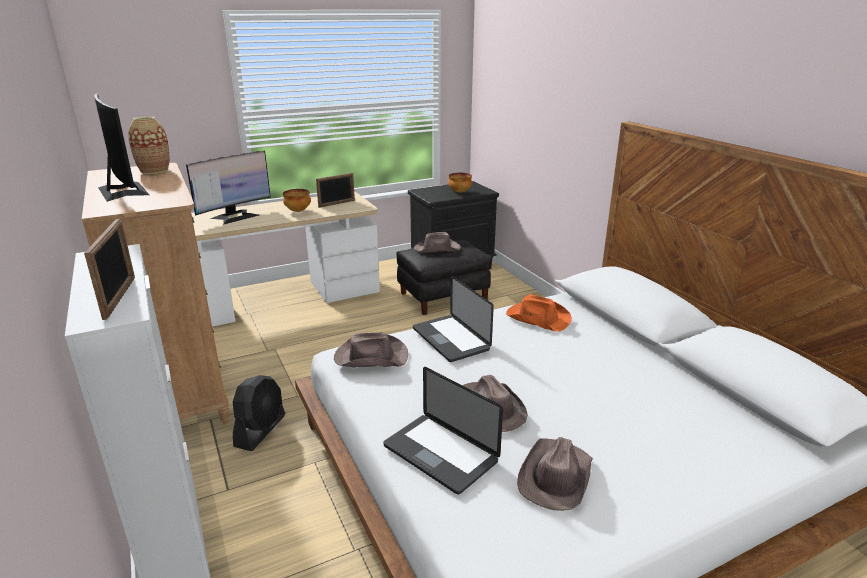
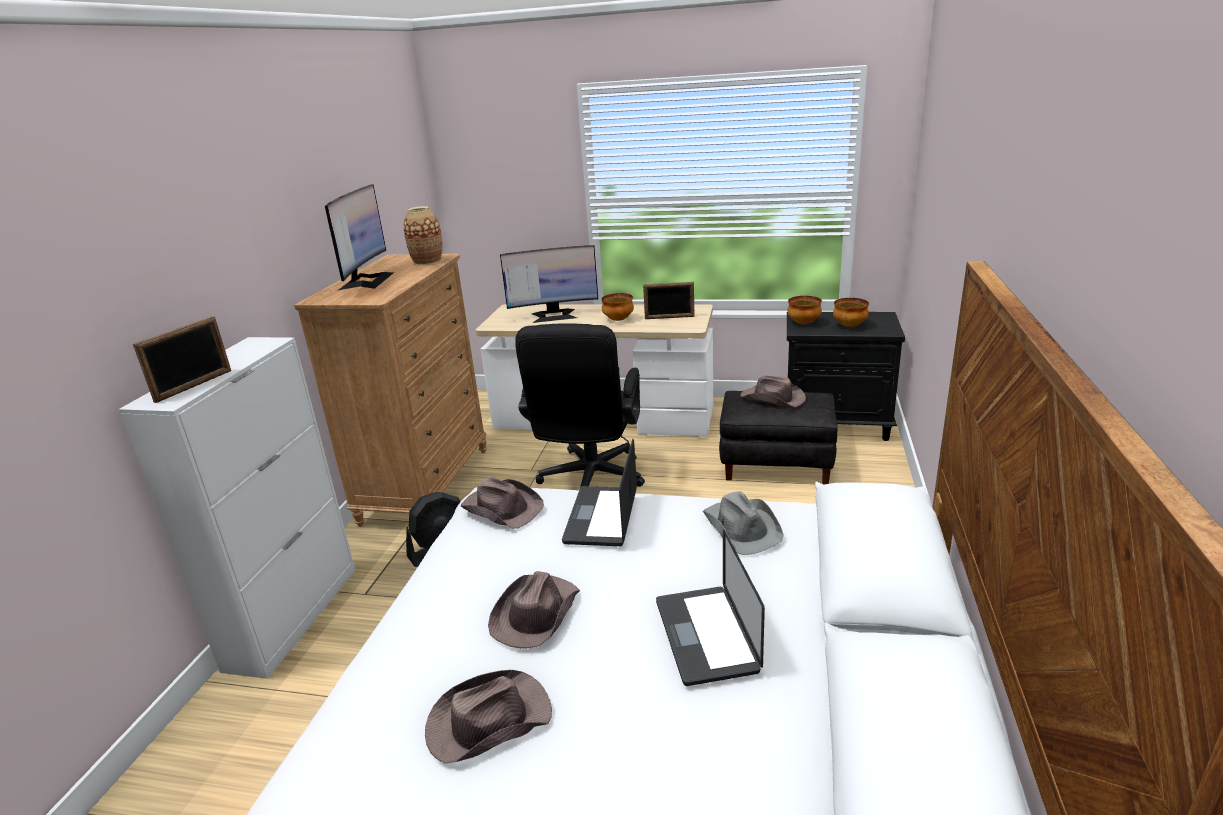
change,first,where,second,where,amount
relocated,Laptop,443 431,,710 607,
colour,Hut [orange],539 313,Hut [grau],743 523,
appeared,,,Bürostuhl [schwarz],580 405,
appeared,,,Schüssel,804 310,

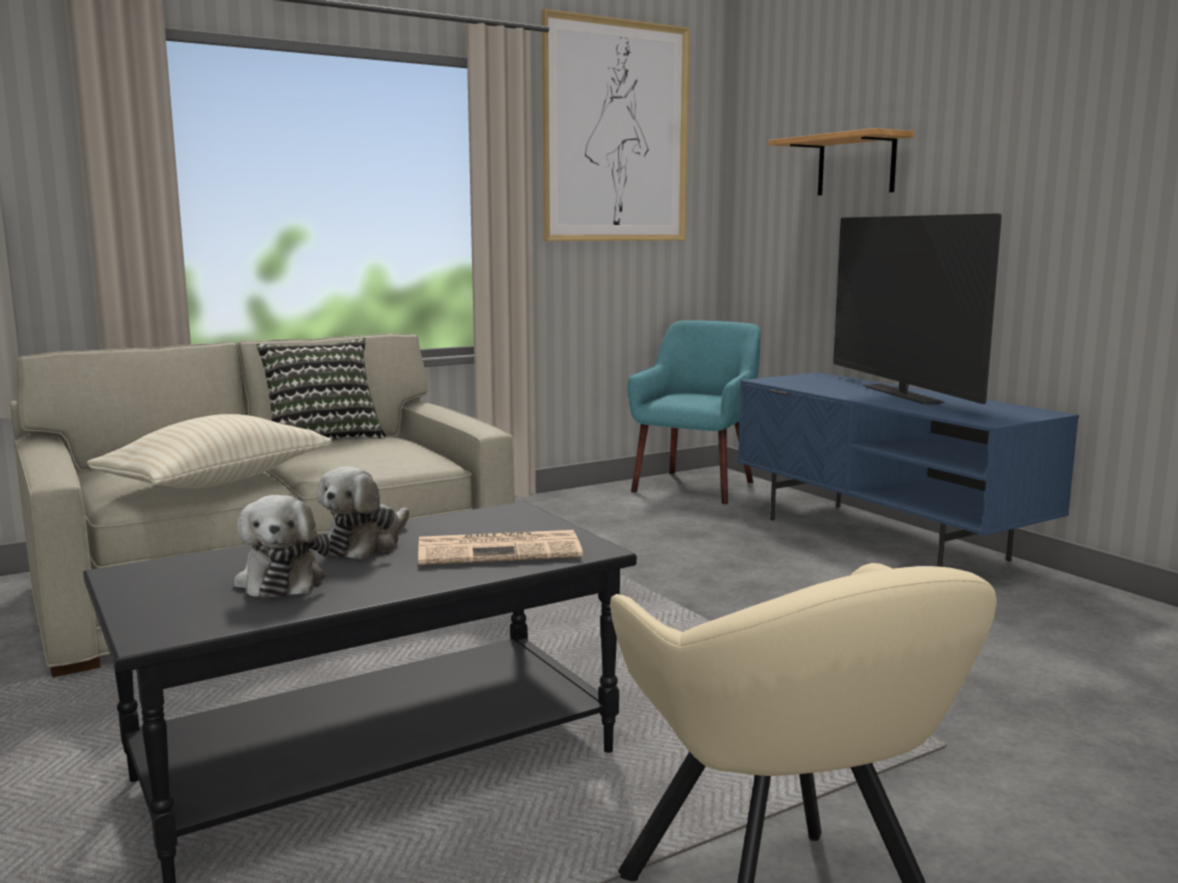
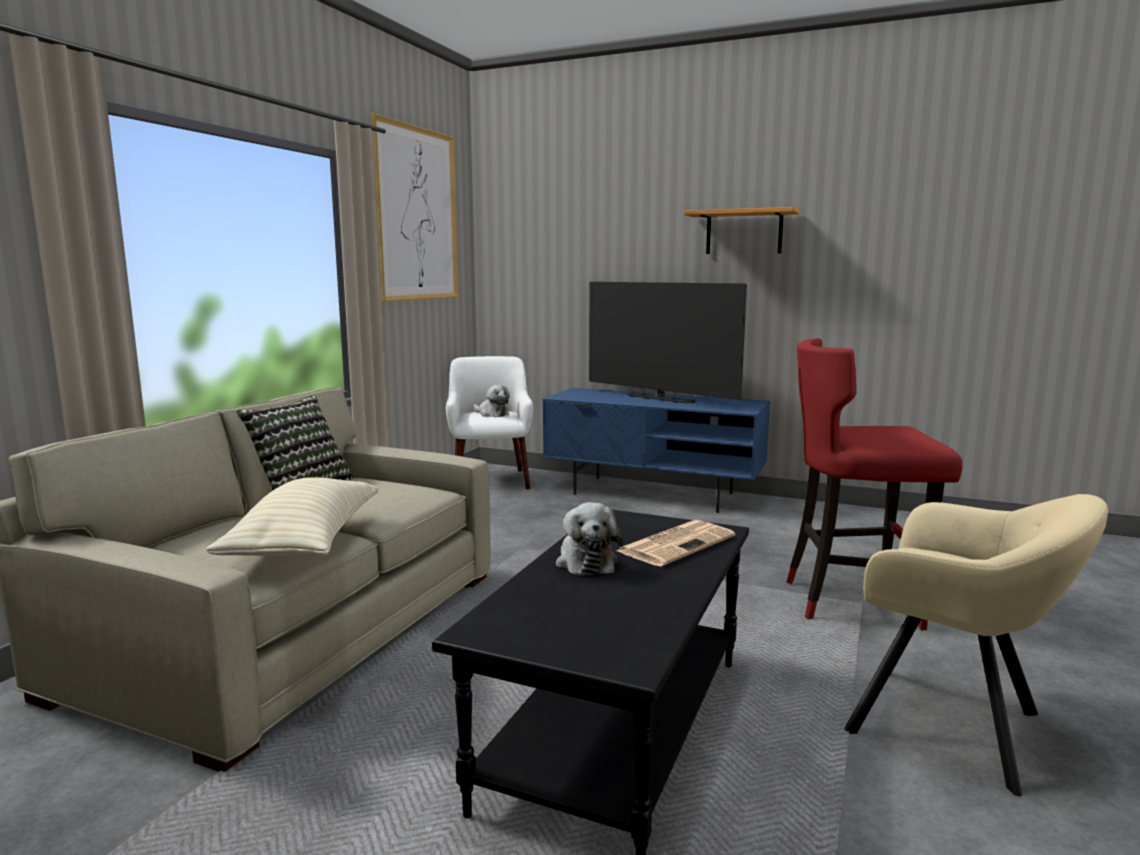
change,first,where,second,where,amount
relocated,Plüschtier,282 546,,491 401,
colour,Sessel [türkis],694 412,Sessel [weiß],489 422,
relocated,Wandregal,841 161,,741 230,
appeared,,,Hocker [rot],874 484,

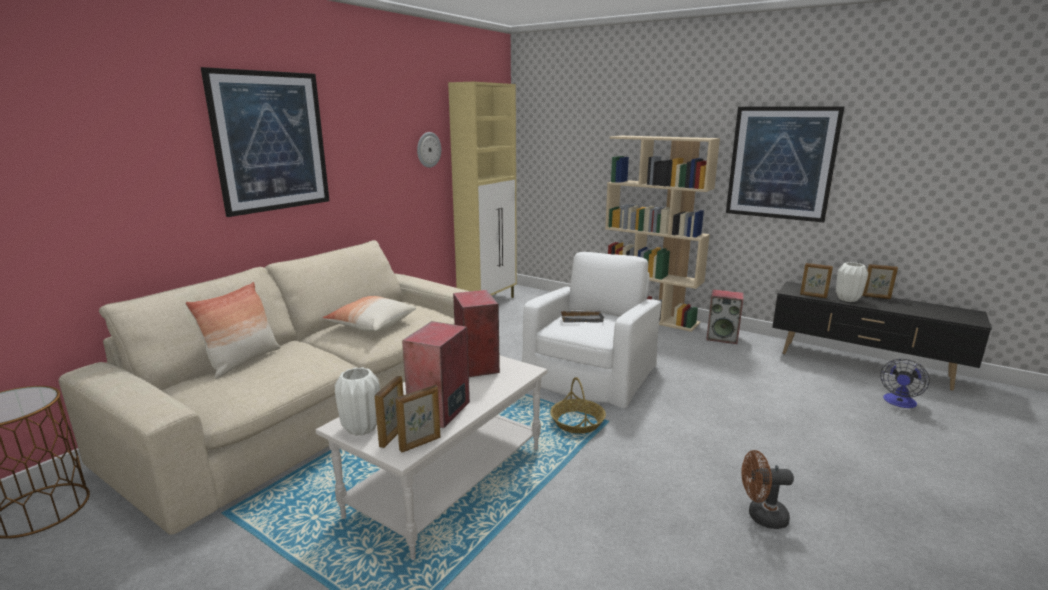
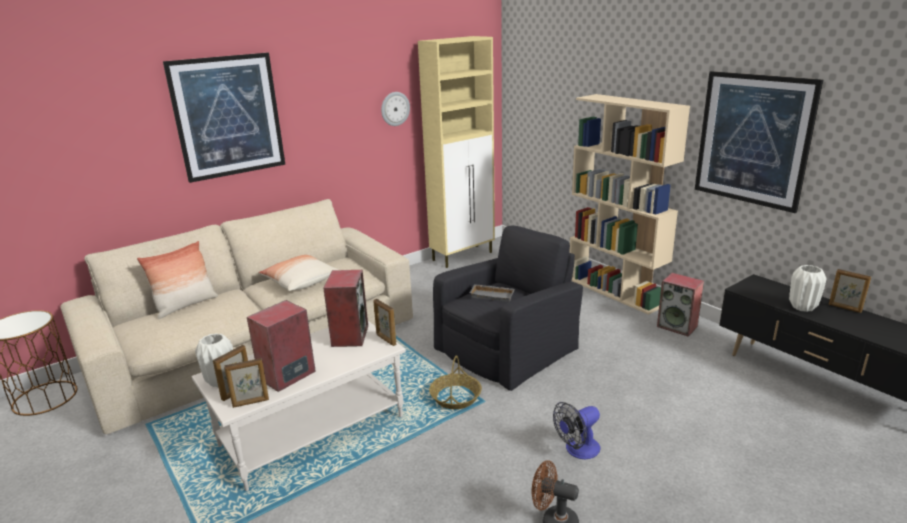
change,first,where,second,where,amount
colour,Sessel [weiß],591 330,Sessel [schwarz],508 308,
relocated,Bilderrahmen,816 280,,384 322,
relocated,Ventilator,905 383,,576 430,

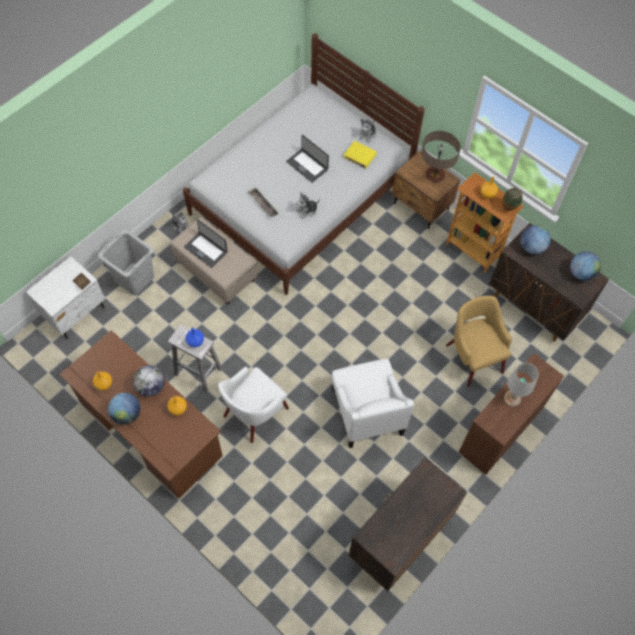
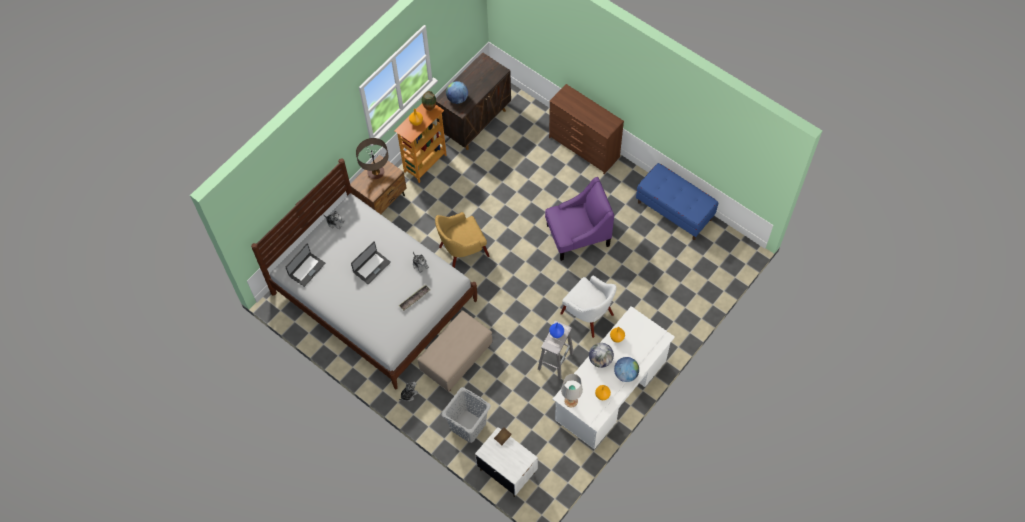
change,first,where,second,where,amount
colour,Schreibtisch [braun],141 414,Schreibtisch [weiß],614 377,
relocated,Laptop,206 243,,305 265,
colour,Sessel [weiß],372 403,Sessel [lila],579 219,
missing,Buch [gelb],360 155,,,
exchanged,Schrank [braun],408 524,Bank [blau],677 201,
relocated,Sessel [gelb],479 341,,462 240,
relocated,Tischlampe [weiß],521 384,,572 390,
missing,Globus,585 266,,,

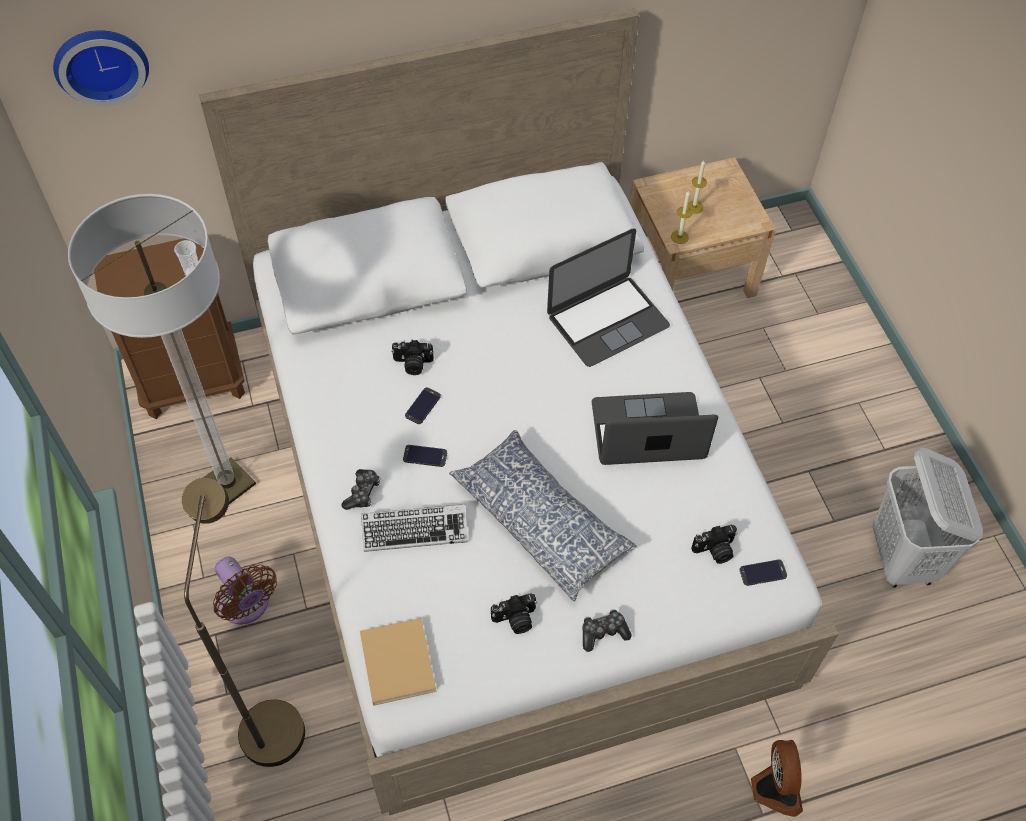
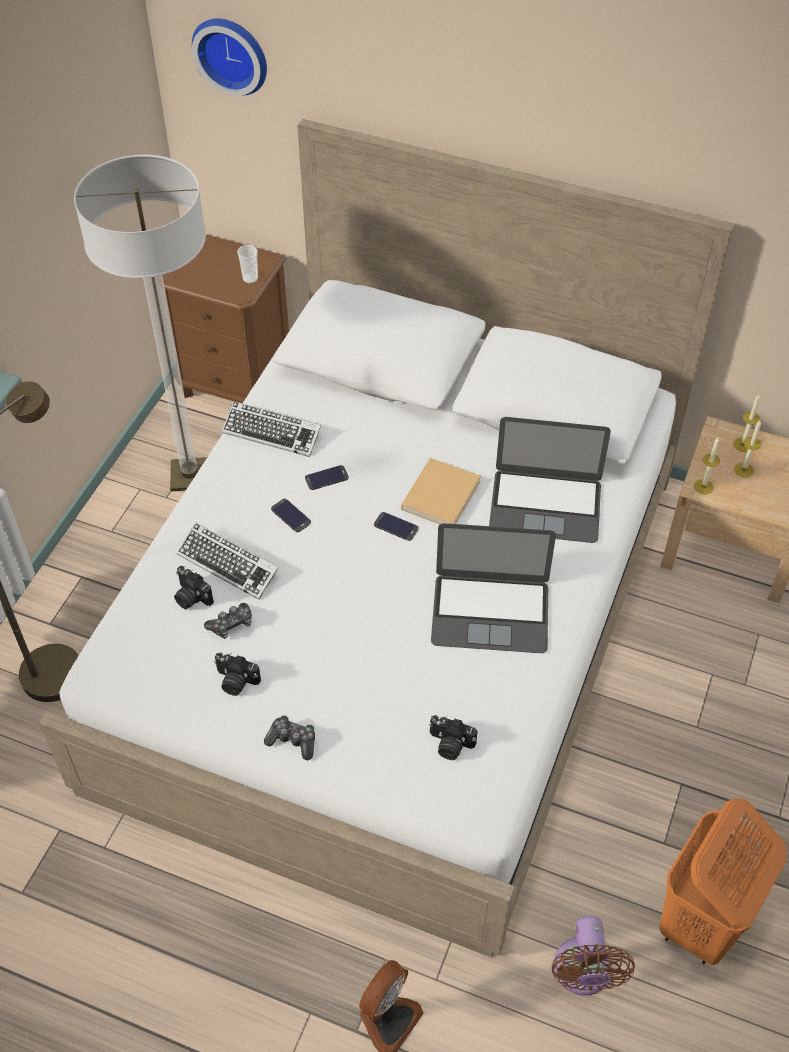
change,first,where,second,where,amount
relocated,Ventilator [braun],245 591,,593 955,
relocated,Gamepad,360 489,,228 621,
relocated,Buch [beige],398 662,,441 491,
relocated,Kamera,412 357,,194 588,
missing,Kissen,543 515,,,
spun,Laptop,655 428,,493 588,150 degrees clockwise
relocated,Handy,763 573,,396 526,
colour,Wäschekorb [weiß],927 518,Wäschekorb [orange],723 881,
appeared,,,Tastatur,271 429,
appeared,,,Kerze,746 423,

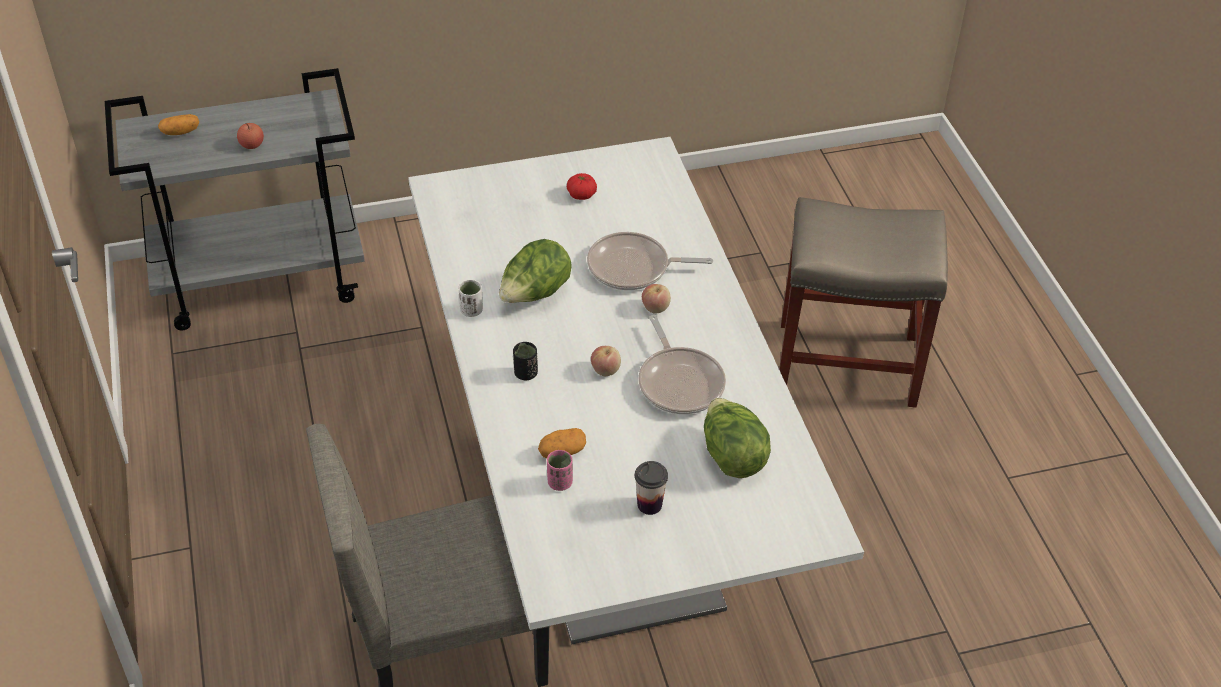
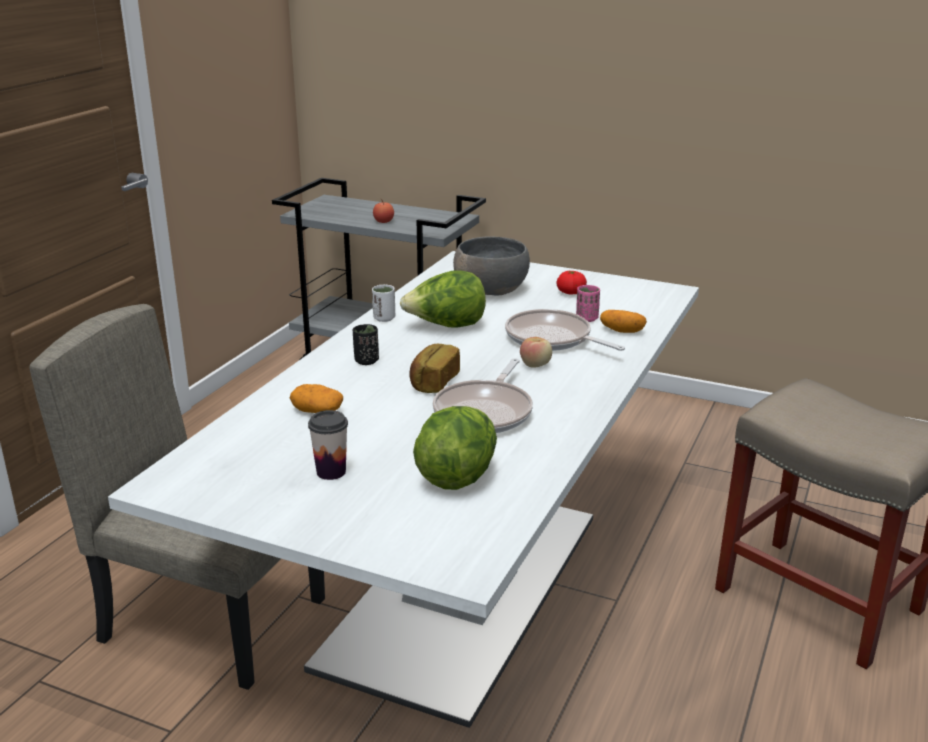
change,first,where,second,where,amount
relocated,Kartoffel,178 124,,623 321,
relocated,Tasse [rosa],560 470,,588 303,
exchanged,Apfel,606 361,Brot,434 368,
appeared,,,Schüssel [grau],491 266,

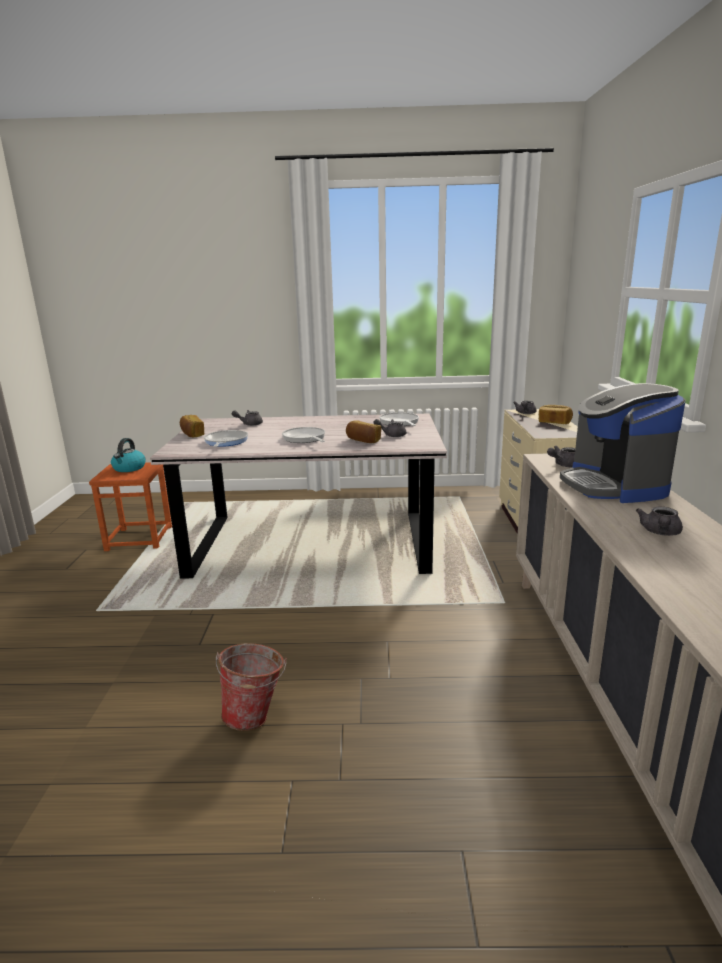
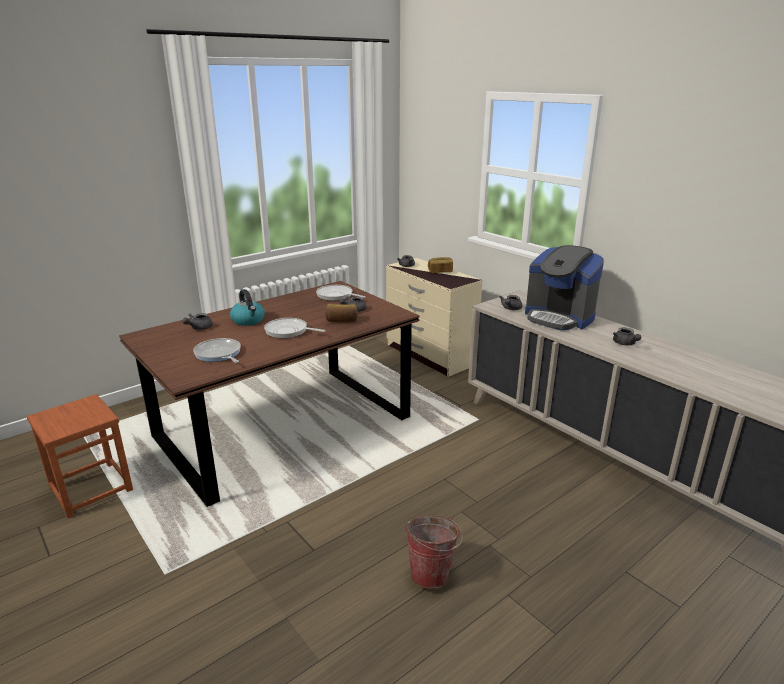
change,first,where,second,where,amount
relocated,Wasserkessel,128 455,,247 307,
colour,Esstisch [grau],298 496,Esstisch [braun],269 394,
missing,Brot,192 426,,,

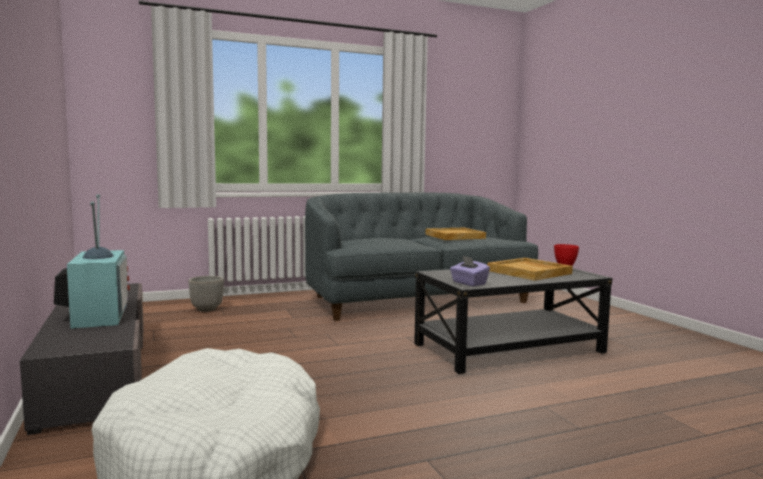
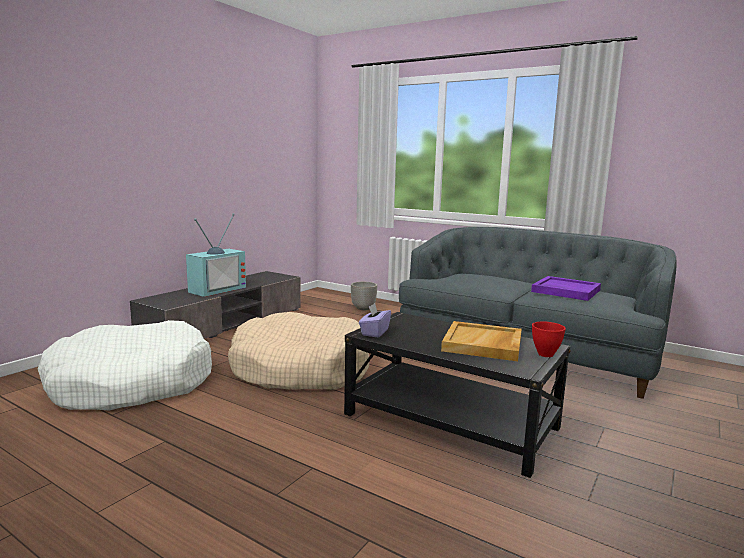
change,first,where,second,where,amount
colour,Tablett [beige],456 234,Tablett [lila],566 288,
appeared,,,Hundebett [beige],298 351,

